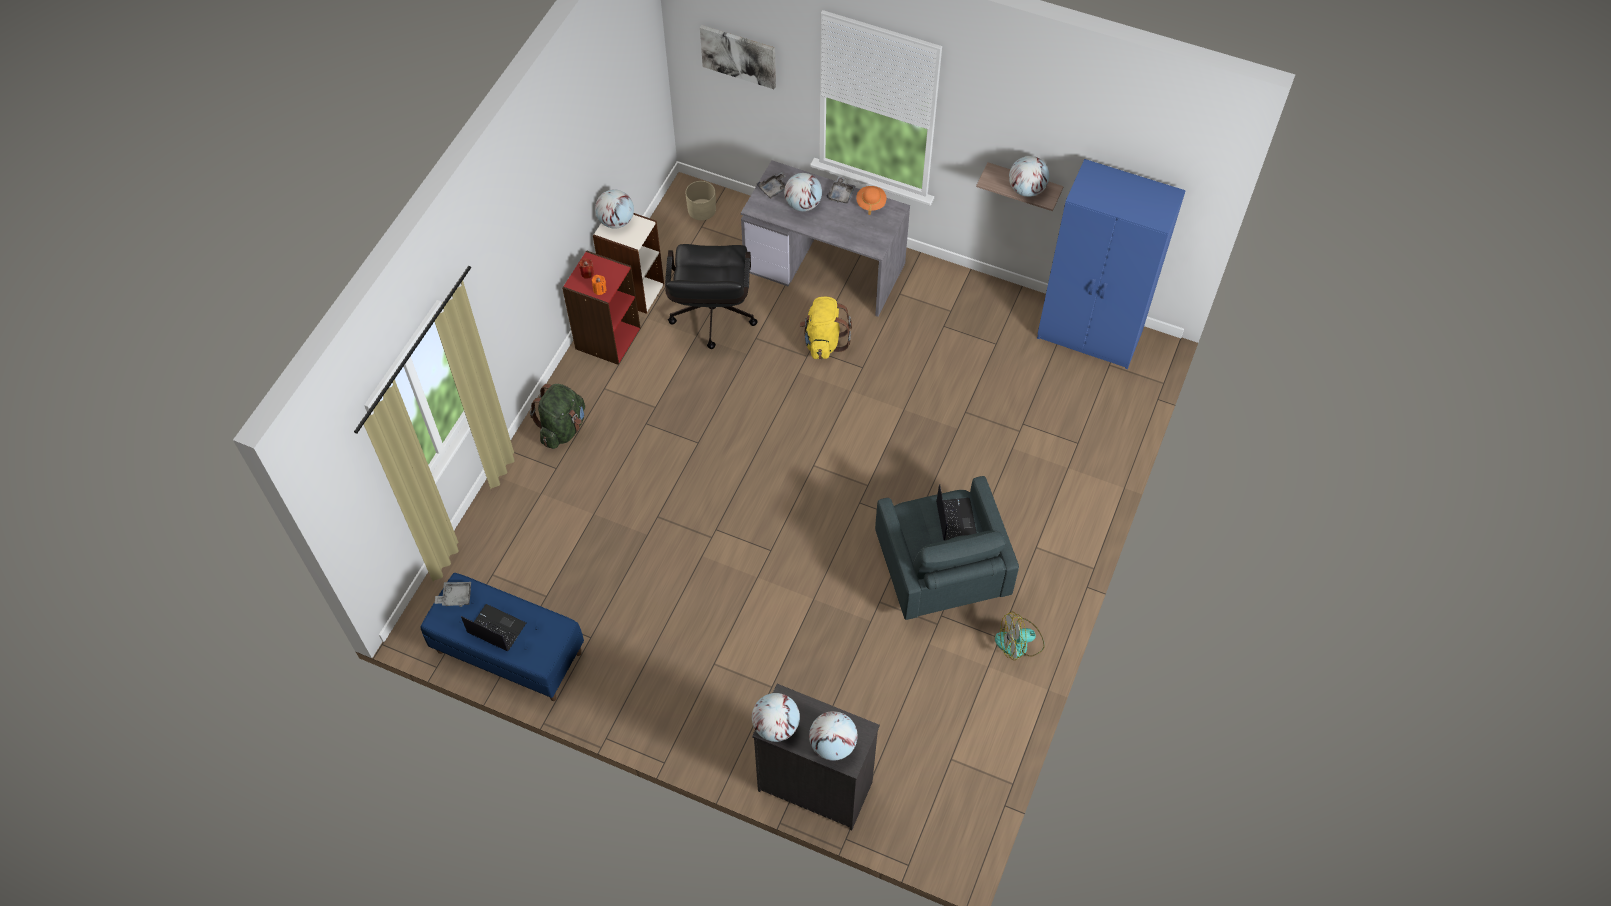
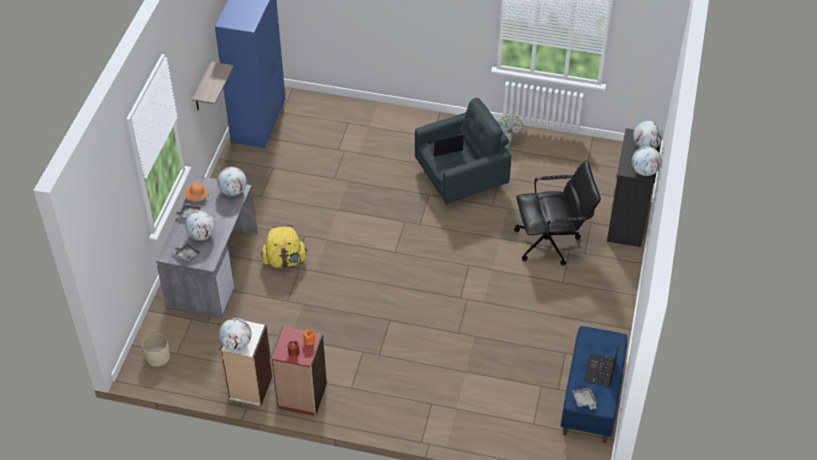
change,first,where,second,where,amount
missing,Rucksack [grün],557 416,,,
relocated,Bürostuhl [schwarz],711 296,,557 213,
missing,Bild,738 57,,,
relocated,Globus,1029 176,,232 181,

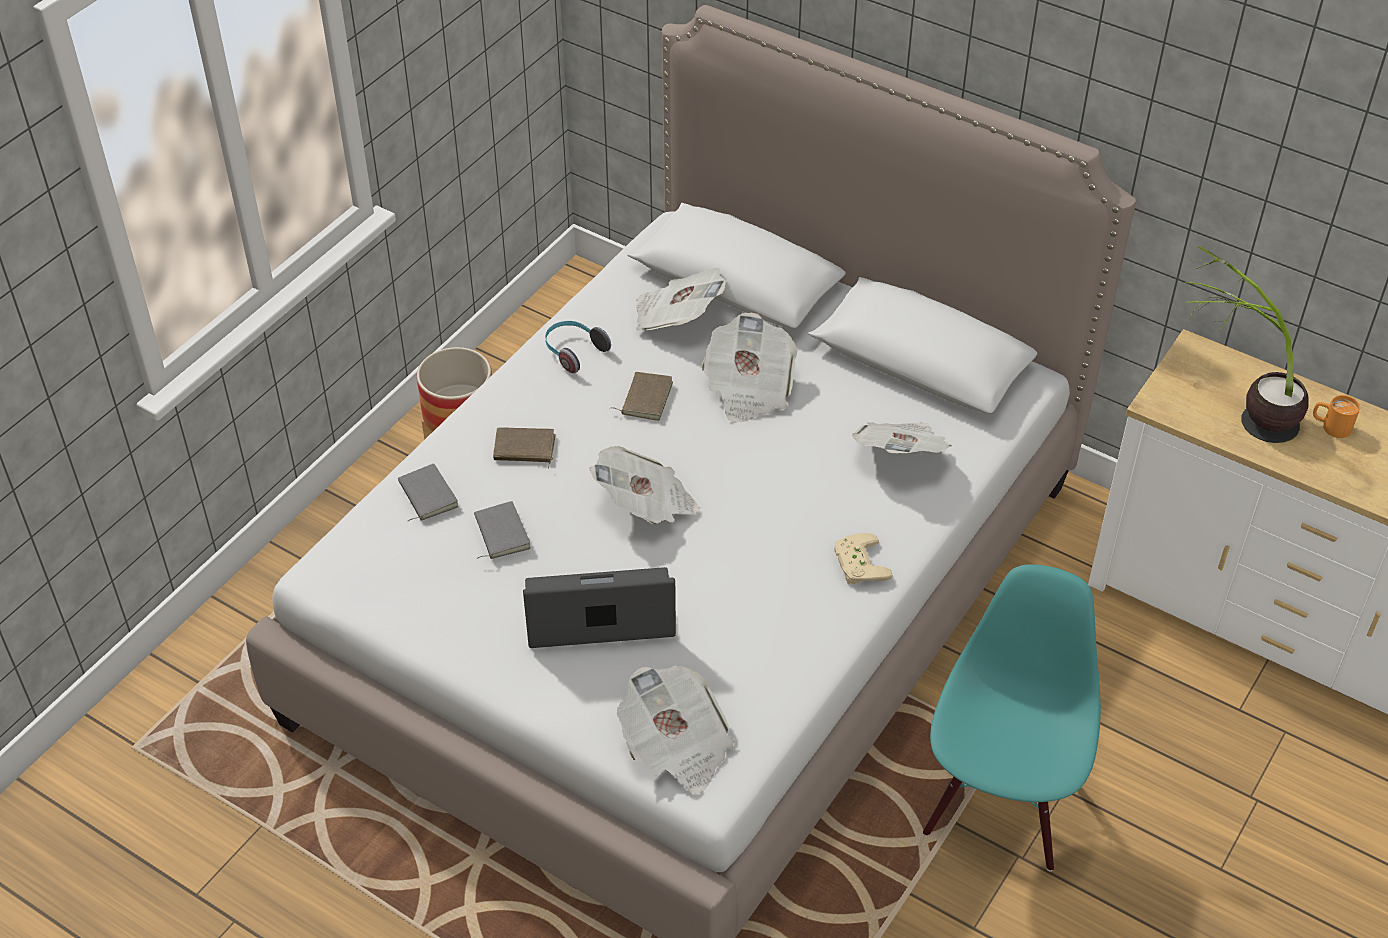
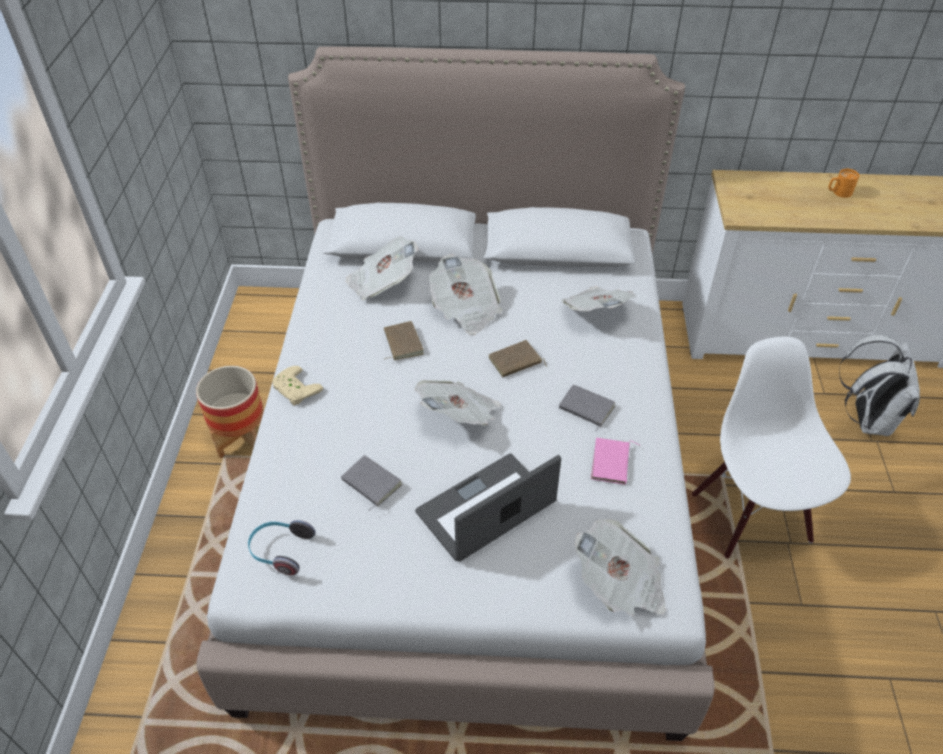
change,first,where,second,where,amount
relocated,Buch [grau],428 492,,587 408,
relocated,Buch [braun],524 448,,518 358,
relocated,Kopfhörer,578 347,,281 547,
relocated,Gamepad [beige],863 559,,297 386,
colour,Stuhl [türkis],1012 717,Stuhl [weiß],771 447,
missing,Topfpflanze,1247 344,,,
appeared,,,Buch [rosa],616 461,
appeared,,,Rucksack [weiß],879 385,

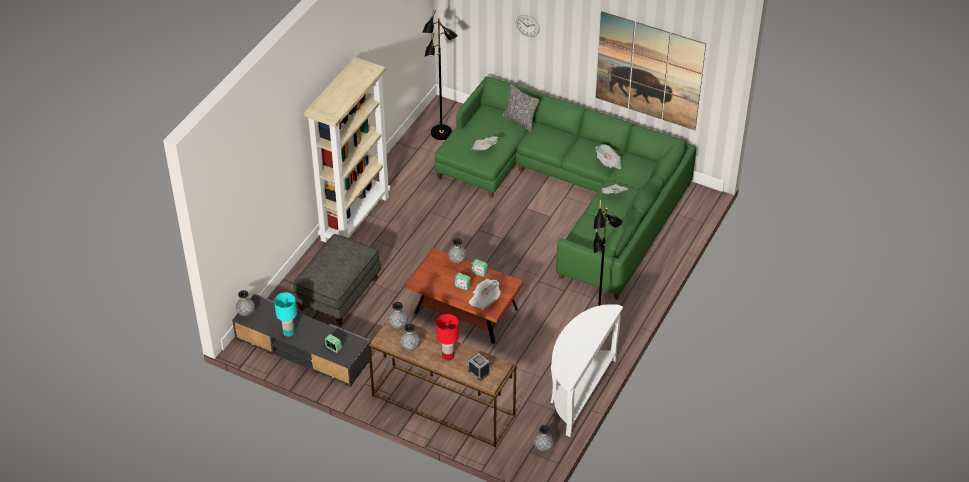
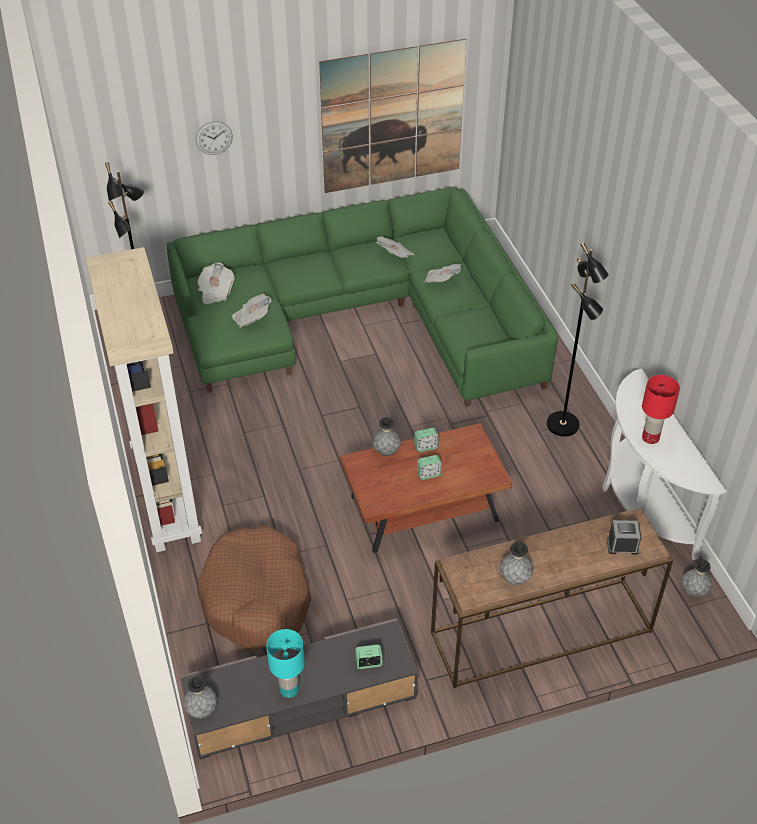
change,first,where,second,where,amount
exchanged,Polsterhocker [grau],337 280,Hundebett [braun],254 587,
missing,Vase [grau],398 315,,,
relocated,Tischlampe [rot],447 337,,661 409,
relocated,Zeitung,485 294,,215 283,
missing,Kissen,520 108,,,

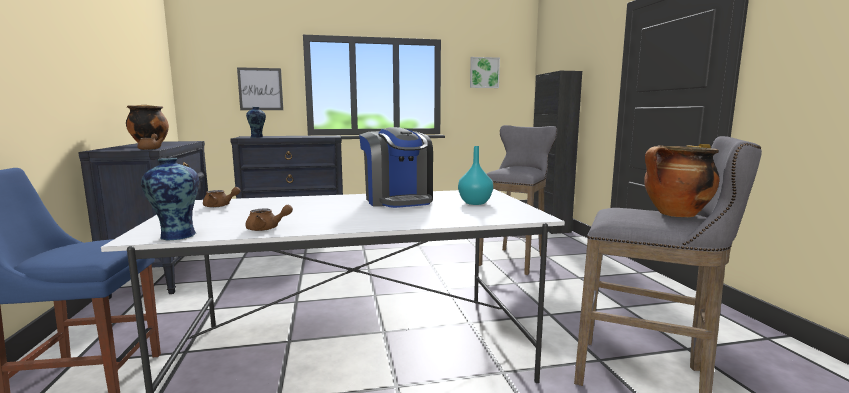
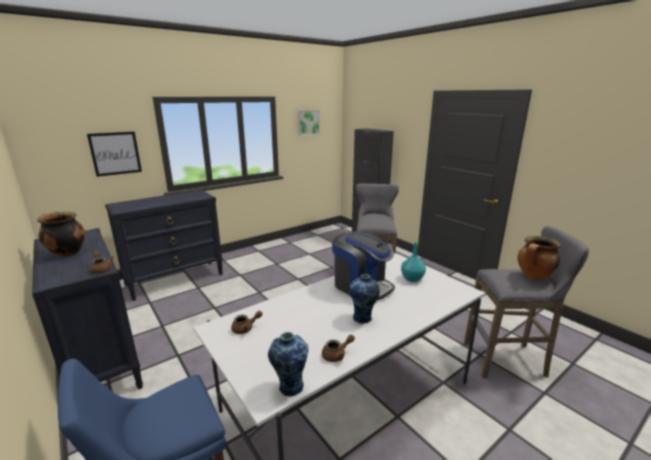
change,first,where,second,where,amount
relocated,Vase,256 122,,365 299,

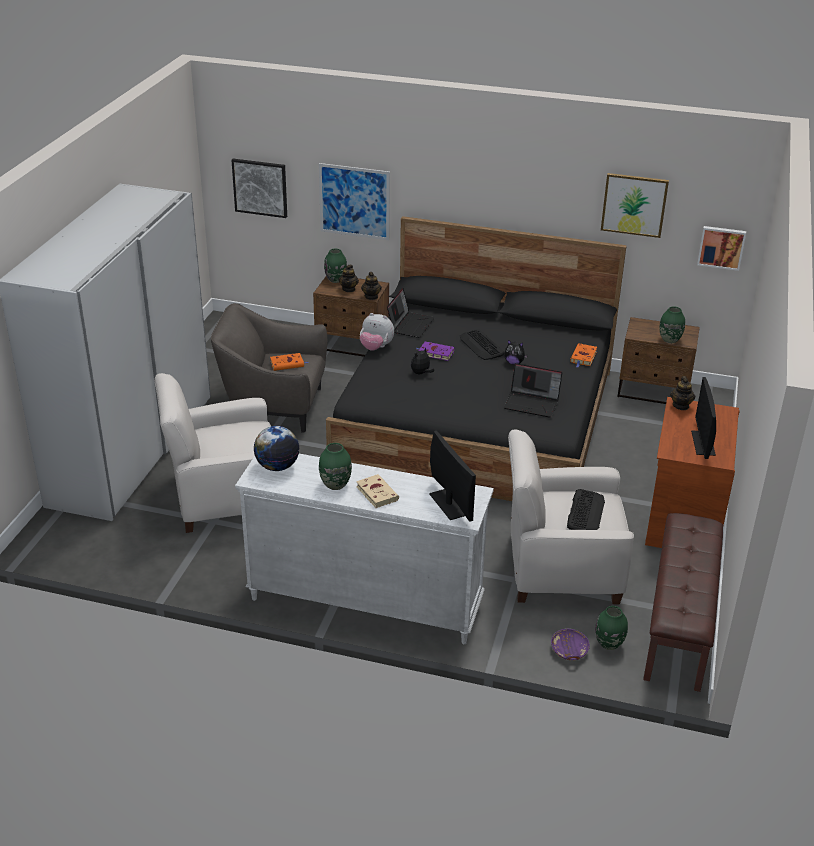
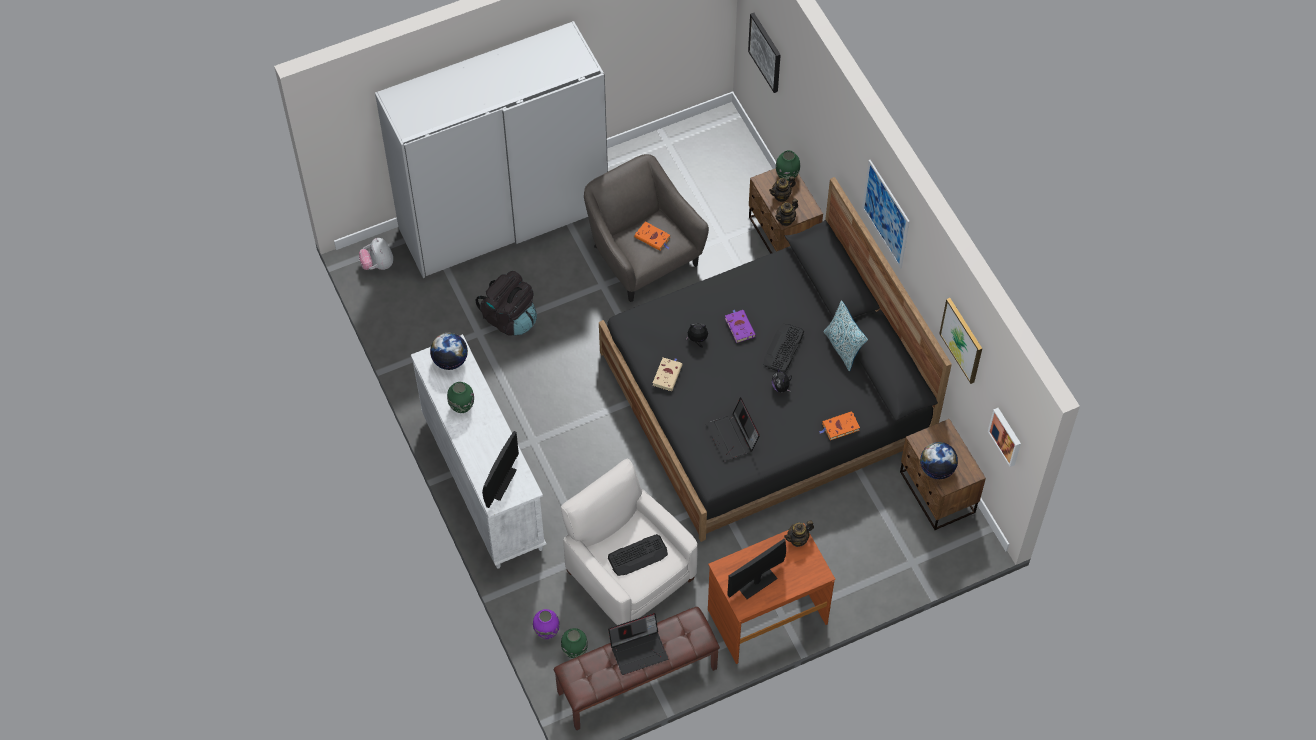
change,first,where,second,where,amount
exchanged,Sessel [weiß],212 453,Rucksack [schwarz],506 303,
relocated,Bild,354 201,,886 214,
relocated,Buch [beige],377 491,,668 374,
relocated,Plüschtier,377 332,,376 254,
relocated,Laptop,411 313,,638 644,
exchanged,Schüssel [lila],570 644,Vase [lila],546 624,
exchanged,Vase [grün],672 325,Globus,939 460,
appeared,,,Kissen,845 335,

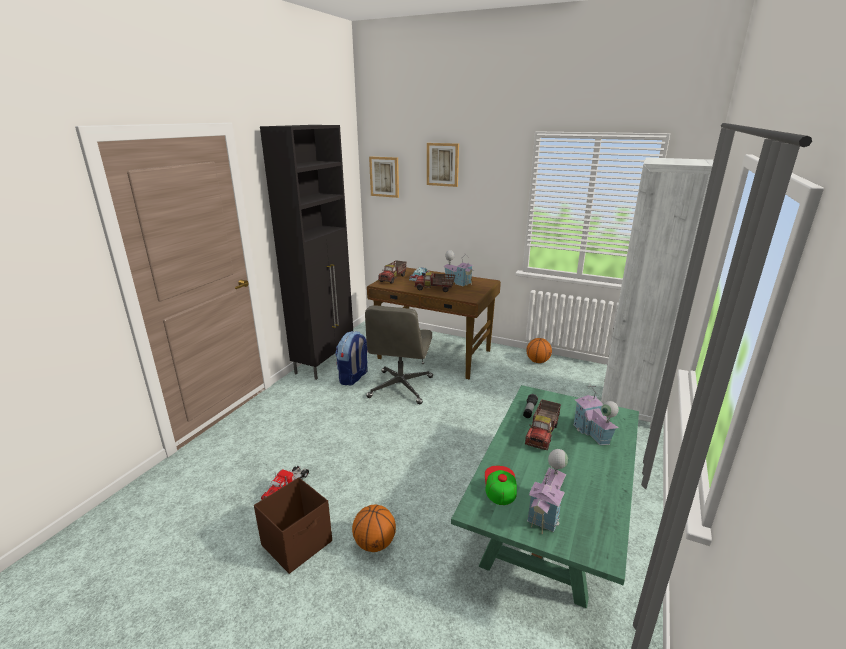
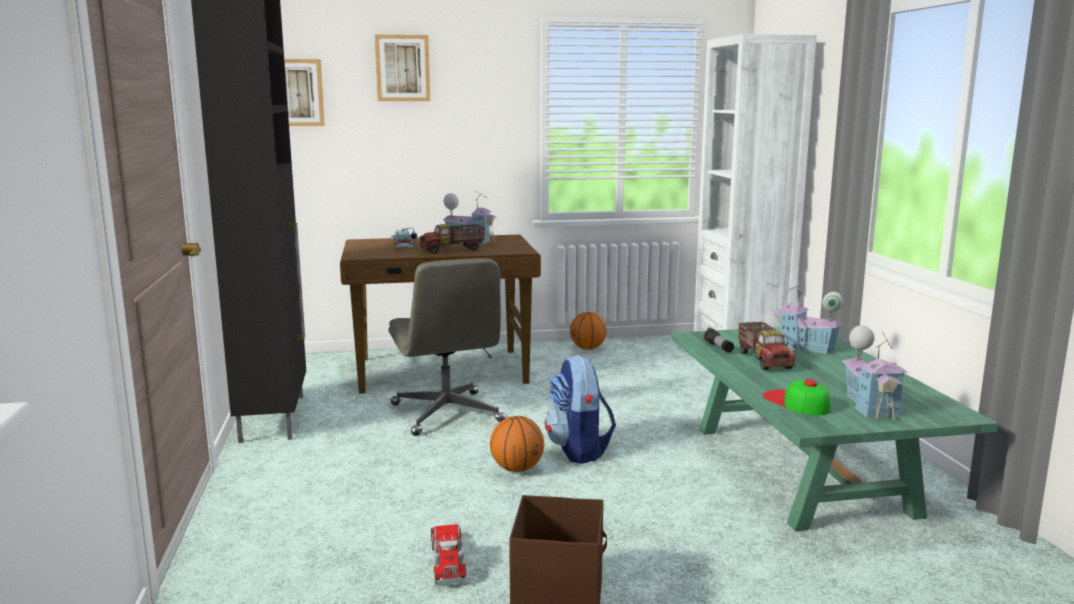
change,first,where,second,where,amount
relocated,Rucksack,351 358,,580 409,
relocated,Basketball,374 528,,517 444,
missing,Spielzeuglaster,392 272,,,

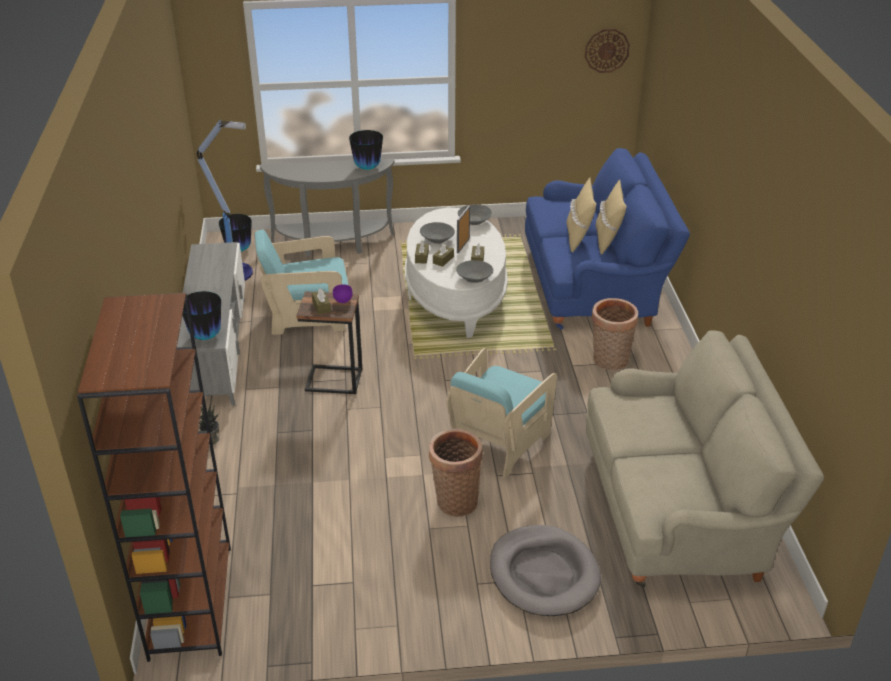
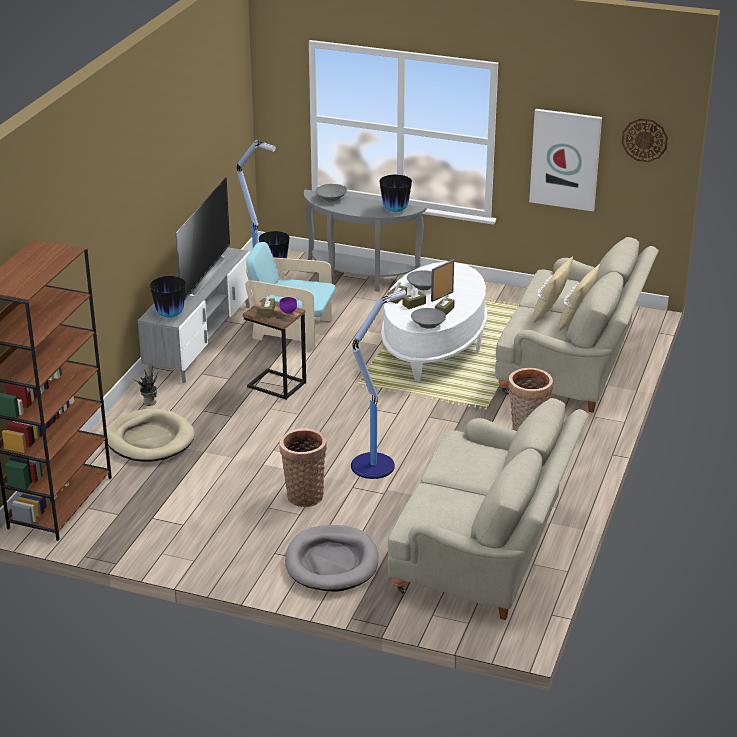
change,first,where,second,where,amount
exchanged,Sessel [türkis],502 413,Stehlampe,379 384,
relocated,Schüssel [grau],475 214,,331 193,
colour,Sofa [blau],607 239,Sofa [beige],577 325,
appeared,,,Hundebett [beige],150 434,
appeared,,,Fernseher,203 238,
appeared,,,Bild,565 160,

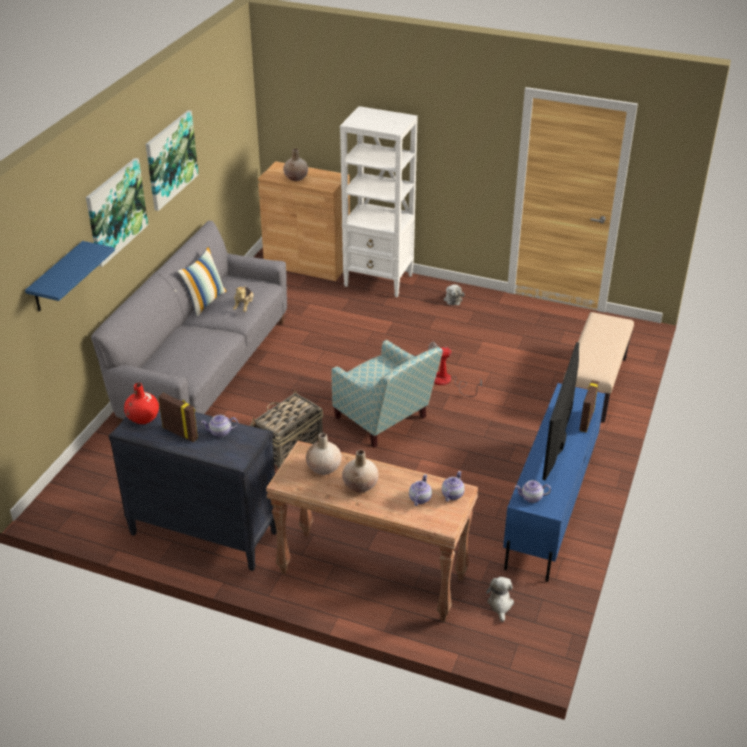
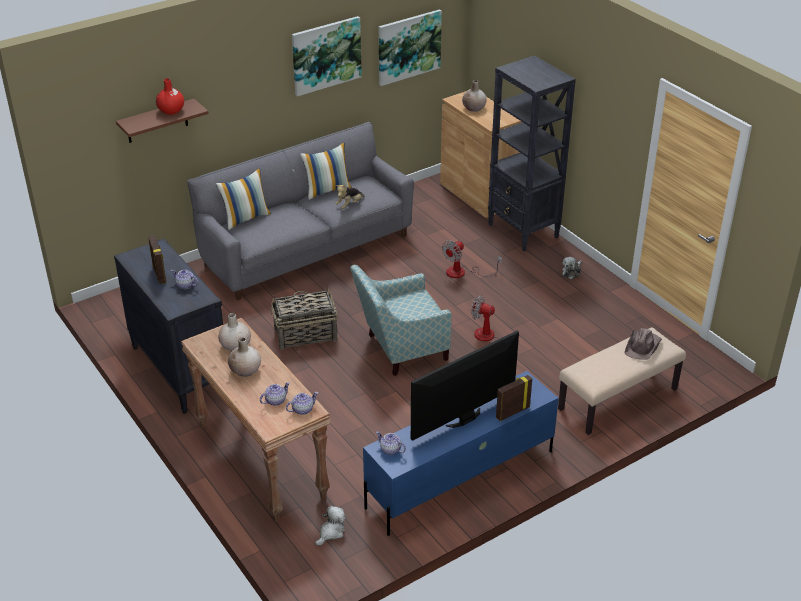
change,first,where,second,where,amount
colour,Wandregal [blau],70 276,Wandregal [braun],162 121,
relocated,Bild,117 212,,410 47,
relocated,Vase [rot],141 403,,170 96,
spun,Sessel,387 394,,401 320,75 degrees clockwise
colour,Bücherregal [weiß],379 201,Bücherregal [schwarz],532 153,
appeared,,,Kissen,243 199,
appeared,,,Ventilator,472 259,
appeared,,,Hut [braun],643 344,

